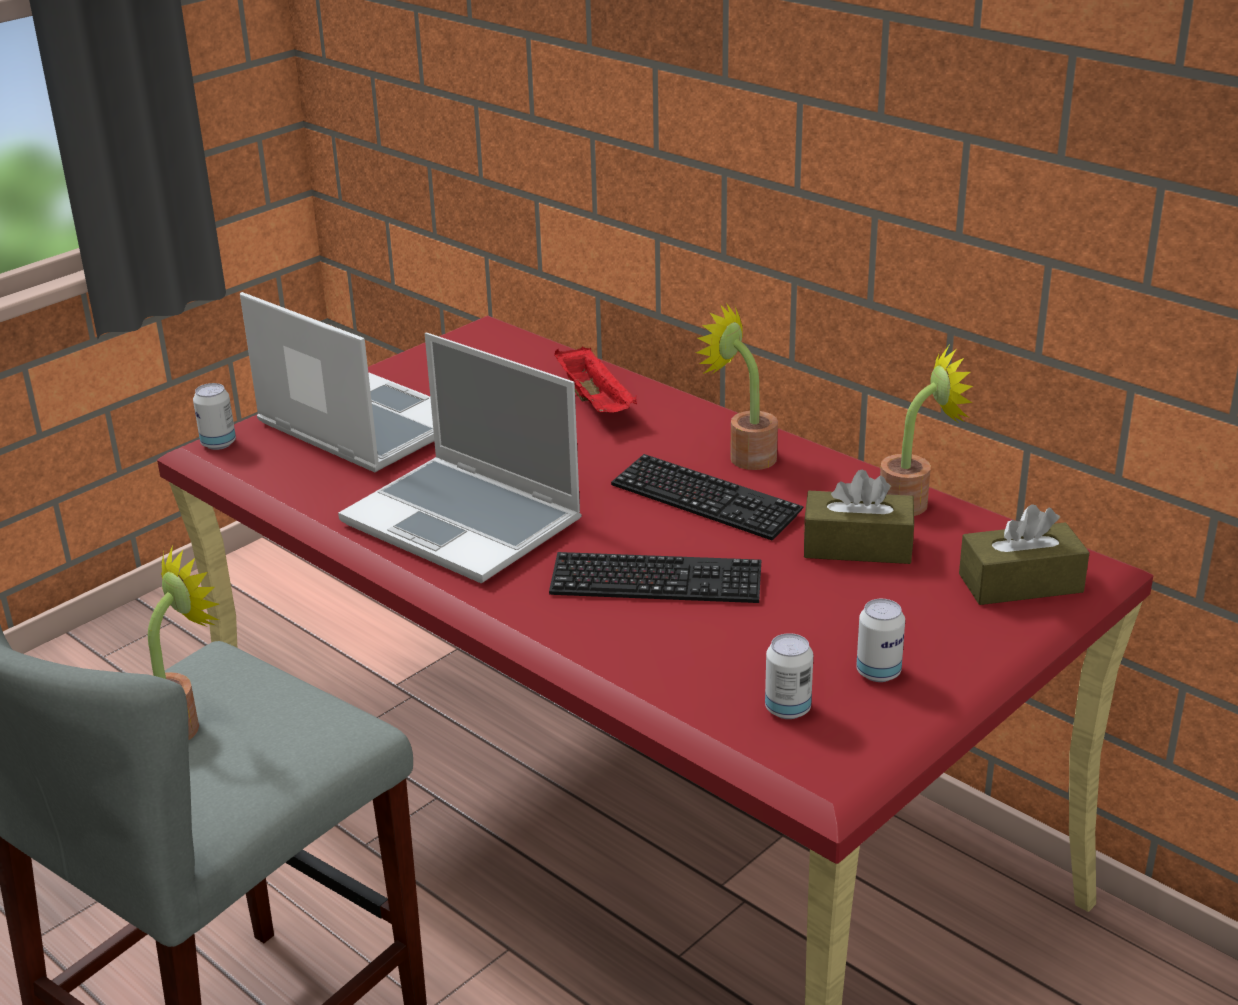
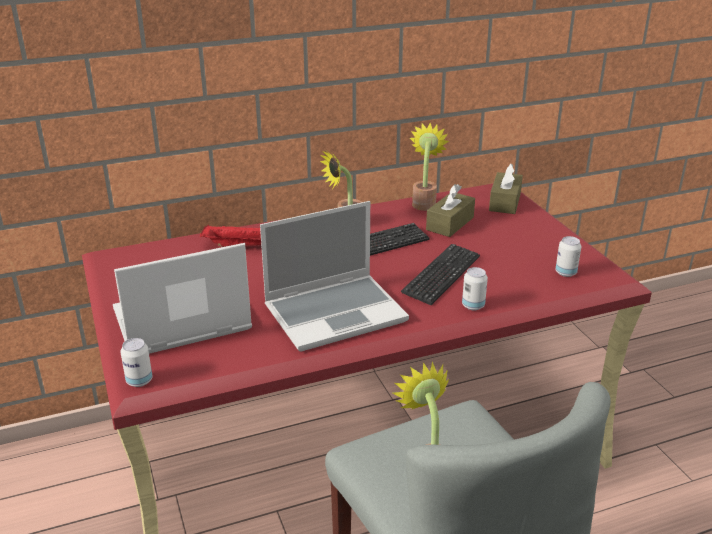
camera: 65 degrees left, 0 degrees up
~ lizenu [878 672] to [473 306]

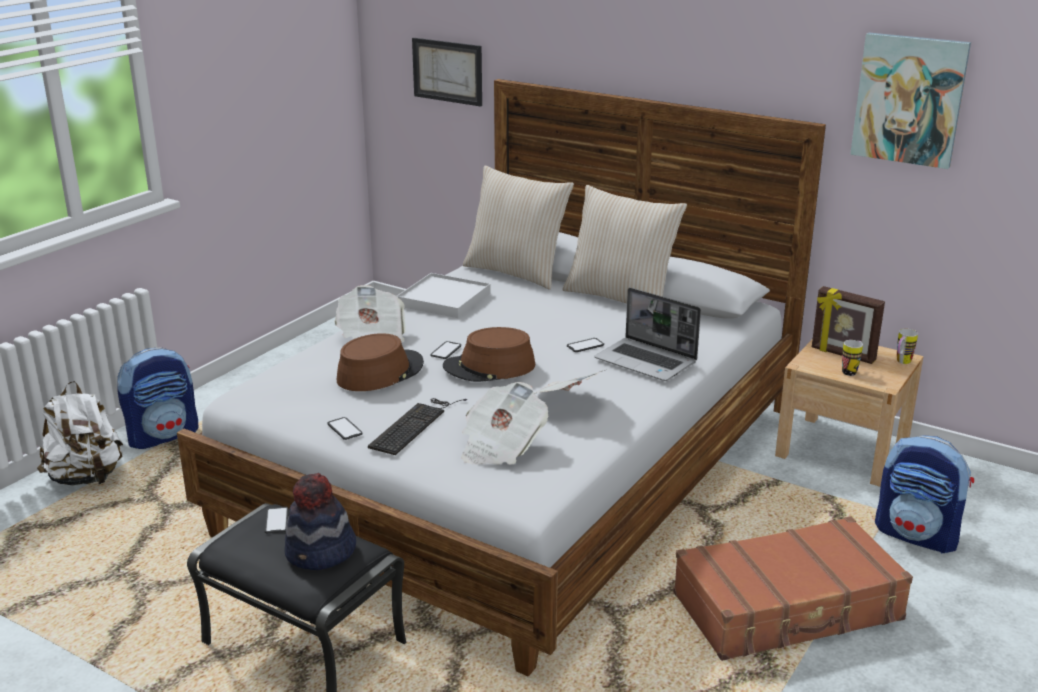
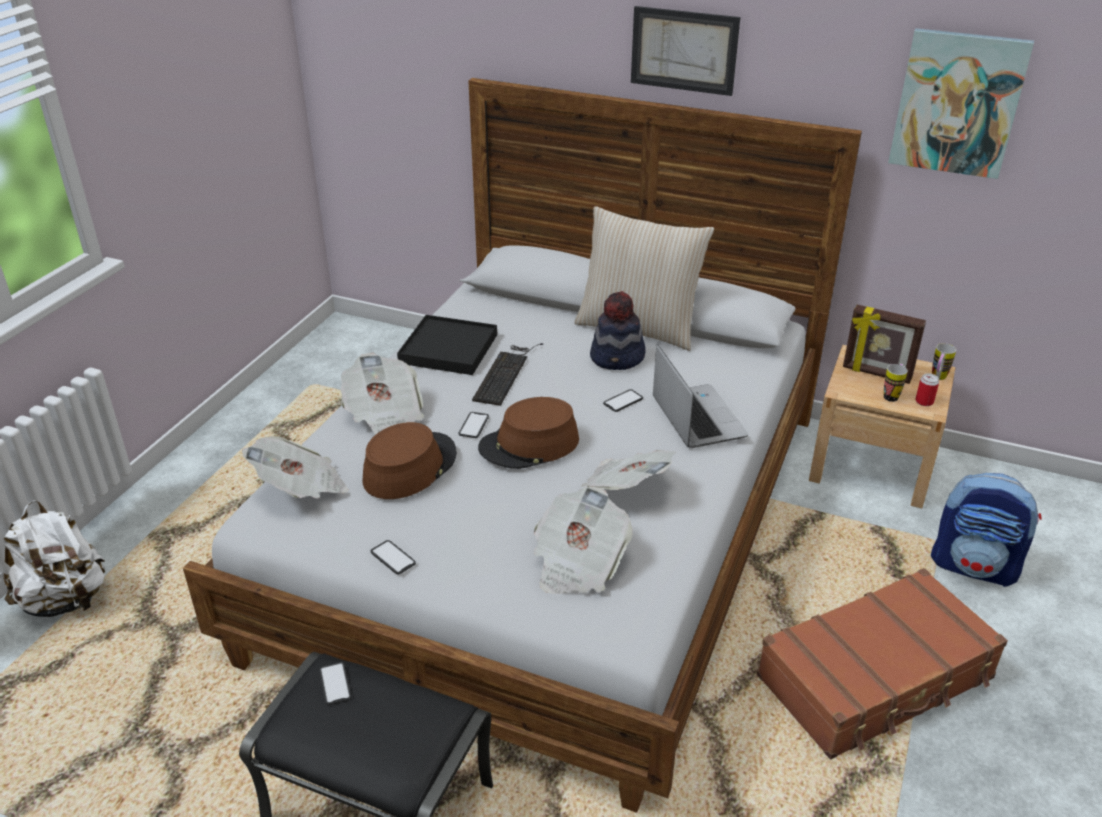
camera: 10 degrees left, 10 degrees up
- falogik [163 436]
~ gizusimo [321 553] to [618 357]
~ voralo [415 424] to [505 373]
~ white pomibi [444 299] to black pomibi [448 349]
~ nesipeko [447 71] to [684 50]
- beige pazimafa [516 272]
~ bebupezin [647 361] = [696 417] 135 degrees counterclockwise
+ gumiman [301 488]
+ lizenu [924 402]

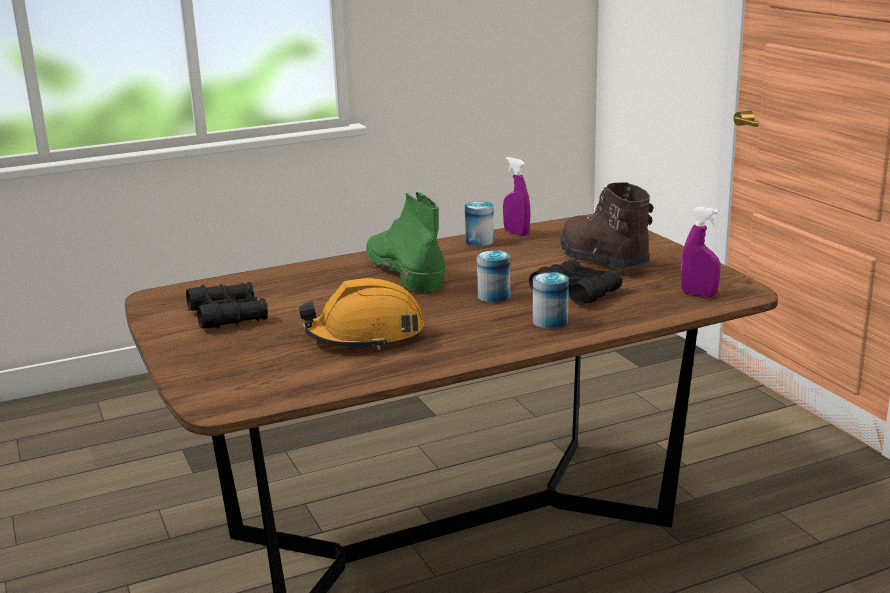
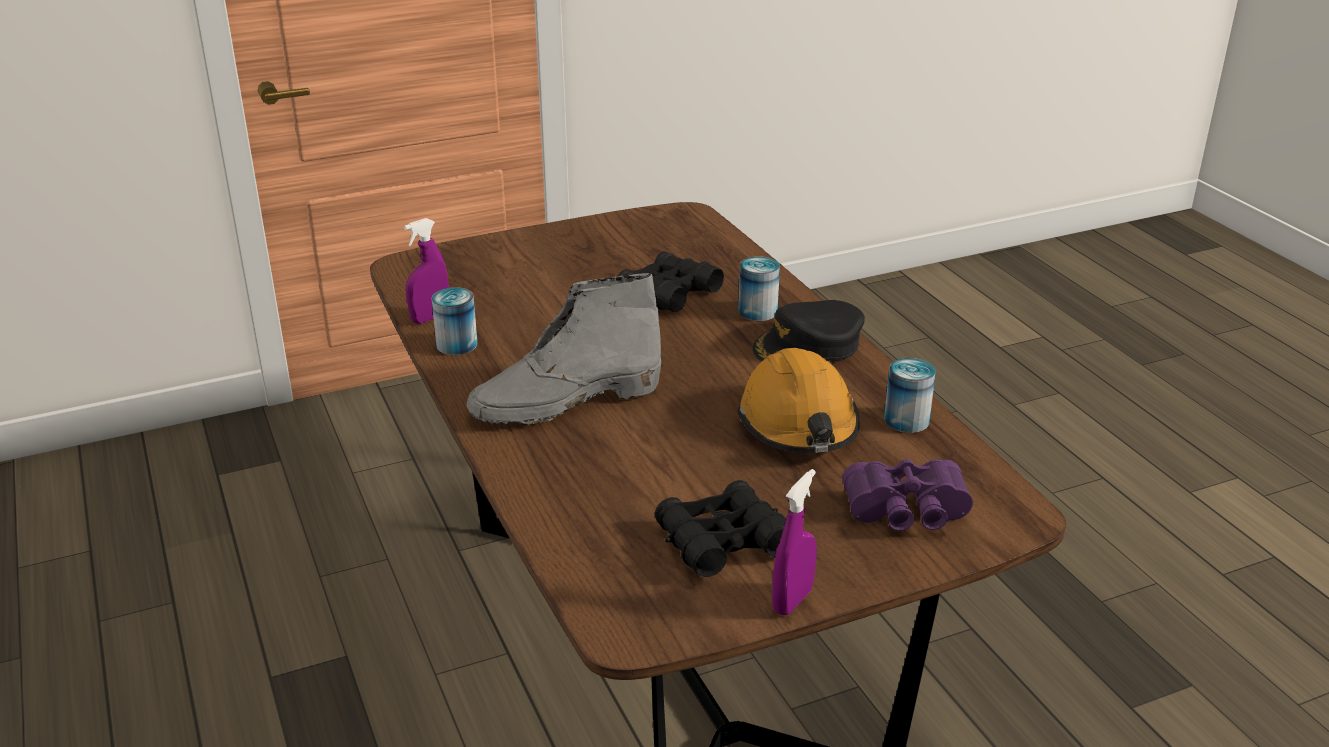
camera: 90 degrees left, 10 degrees up
~ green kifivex [403 271] to grey kifivex [564 401]
~ lizenu [493 296] to [906 420]
- brown kifivex [602 259]
~ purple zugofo [698 294] to [792 600]
+ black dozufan [809 345]
+ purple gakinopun [907 513]

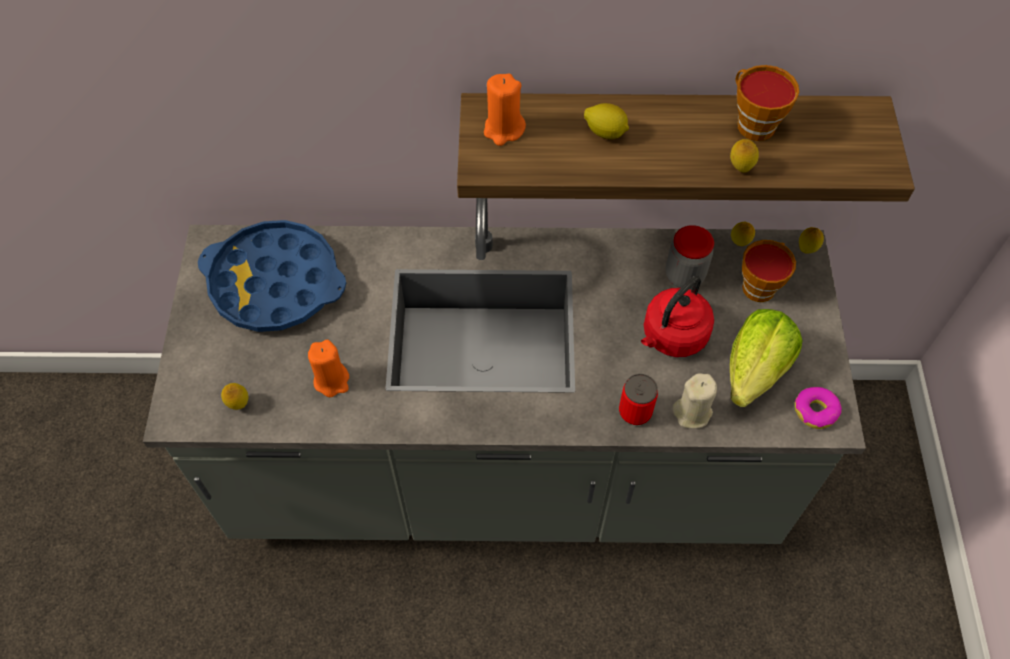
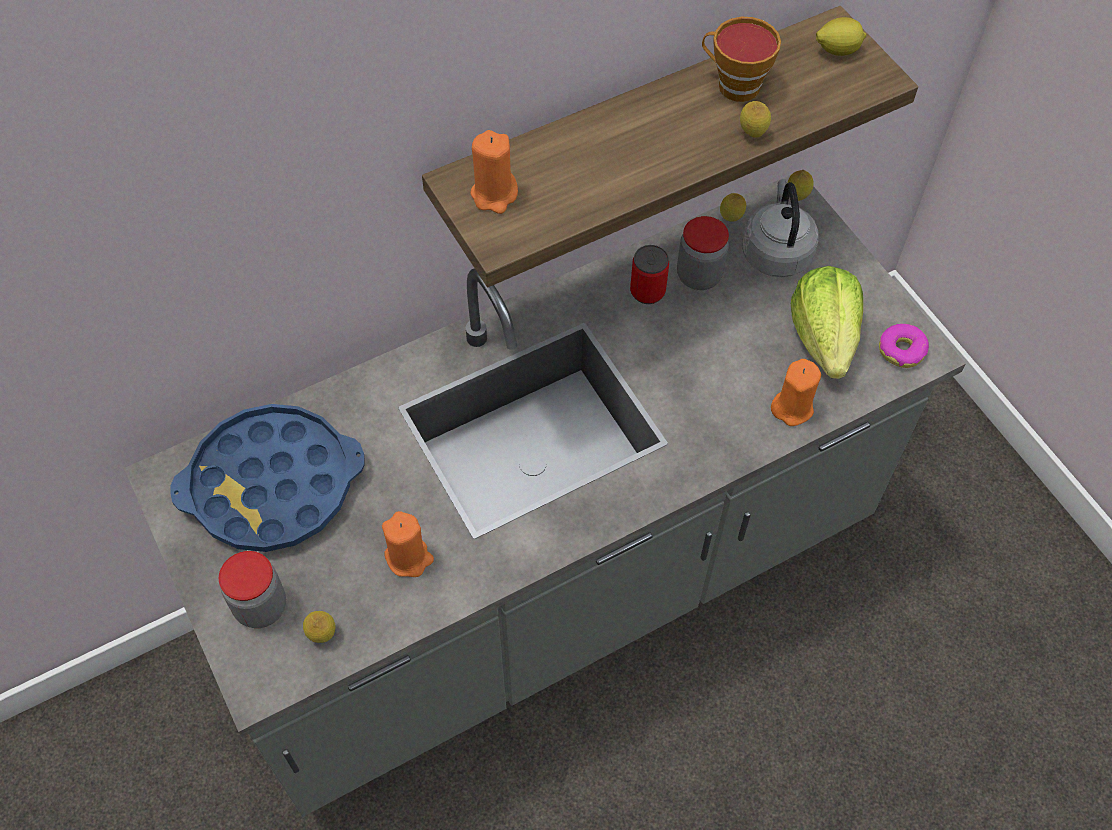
camera: 30 degrees left, 0 degrees up
~ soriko [605 132] to [837 50]
~ lizenu [635 411] to [647 291]
- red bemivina [672 337]
~ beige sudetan [692 412] to orange sudetan [792 407]
~ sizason [760 285] to grey bemivina [776 251]
+ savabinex [261 607]

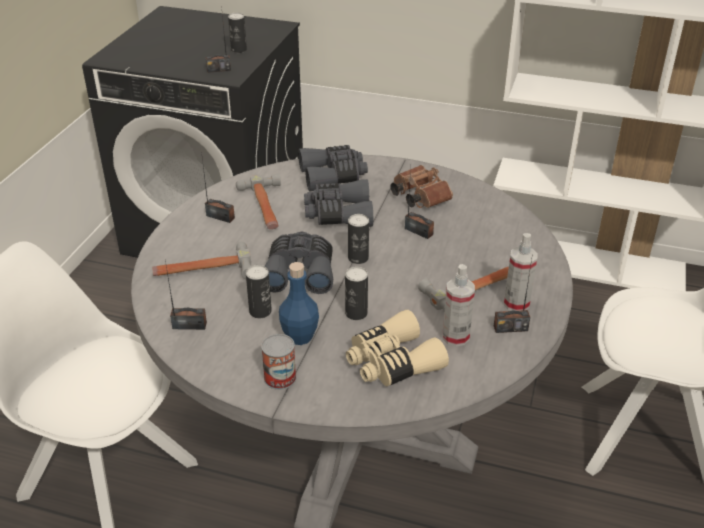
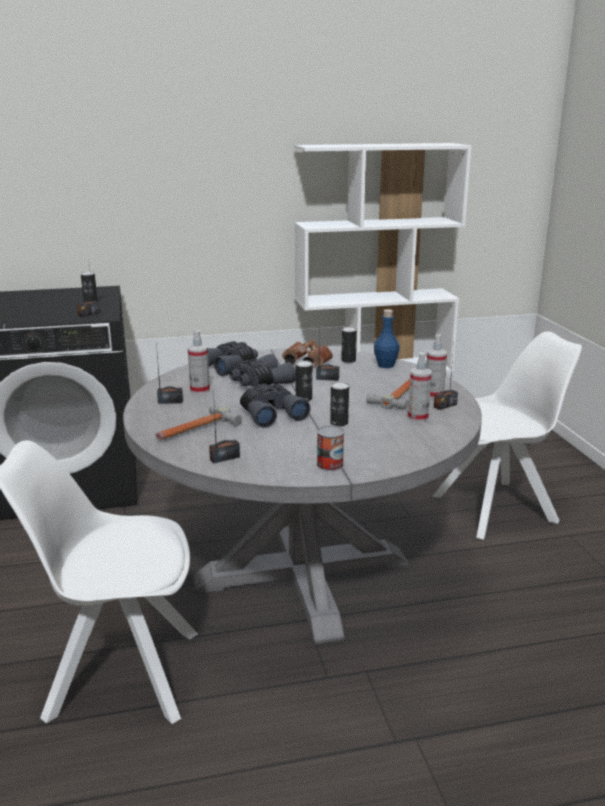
camera: 30 degrees left, 15 degrees down
~ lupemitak [265 207] to zugofo [200 390]
~ lizenu [260 311] to [348 360]
~ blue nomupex [299 336] to [385 365]
- beige gakinopun [392 362]

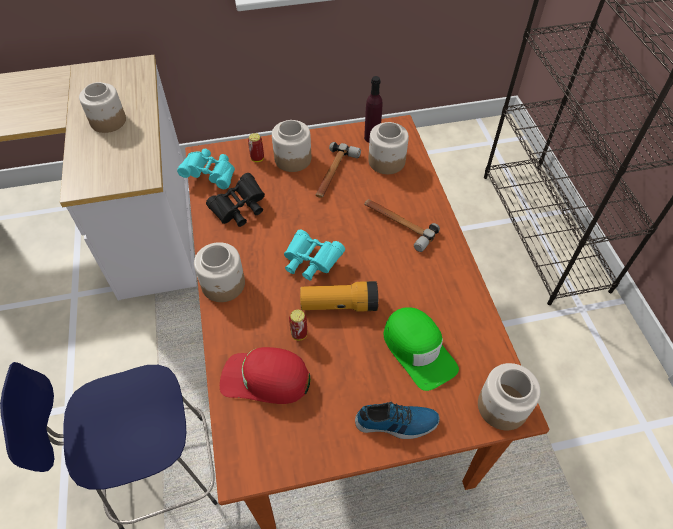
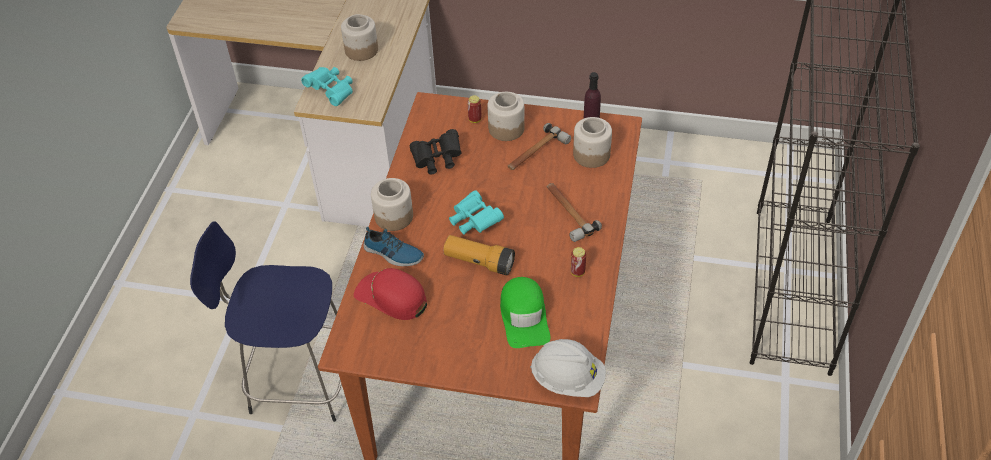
camera: 25 degrees right, 5 degrees down
~ turquoise gakinopun [211 175] to [332 91]
~ lizenu [299 334] to [577 272]
~ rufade [396 423] to [393 254]
~ savabinex [501 406] to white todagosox [568 379]

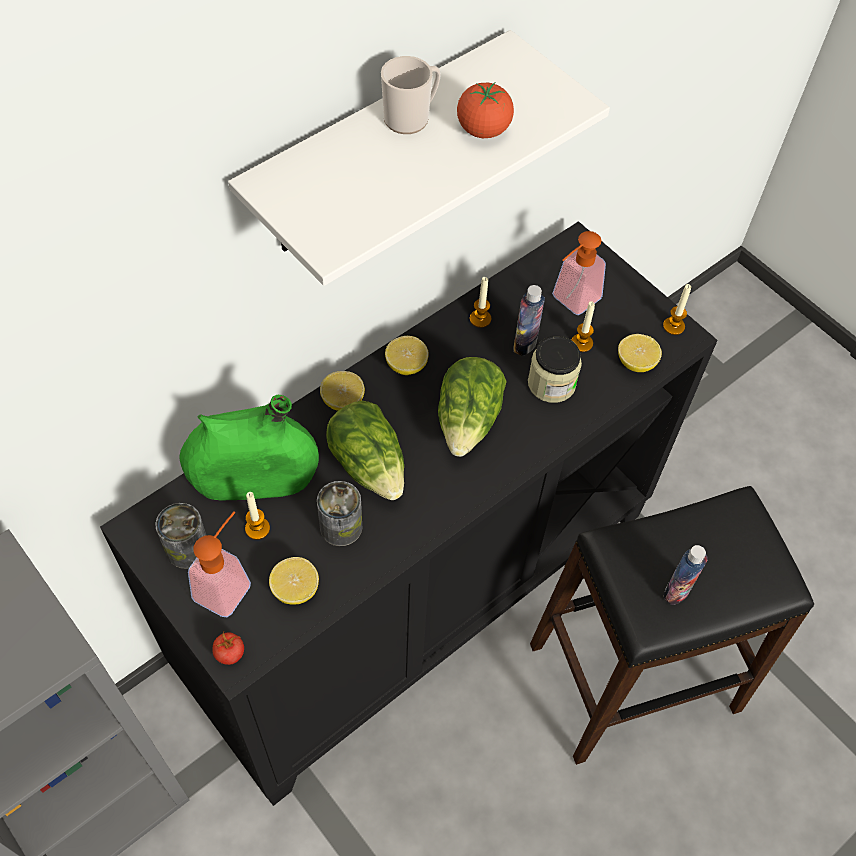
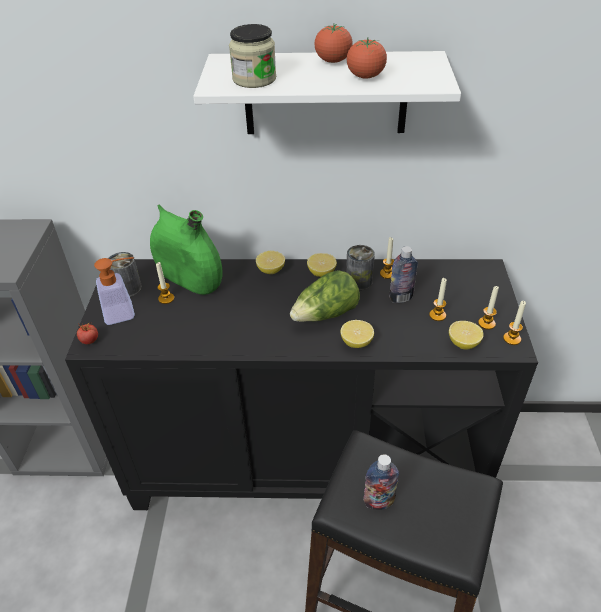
camera: 45 degrees right, 15 degrees down
~ soriko [295 589] to [356 342]
~ lizenu [341 527] to [359 281]
- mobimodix [370 464]
~ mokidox [411 117] to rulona [333 61]
~ savabinex [551 383] to [254 79]
- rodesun [570 302]
+ sudetan [486 323]

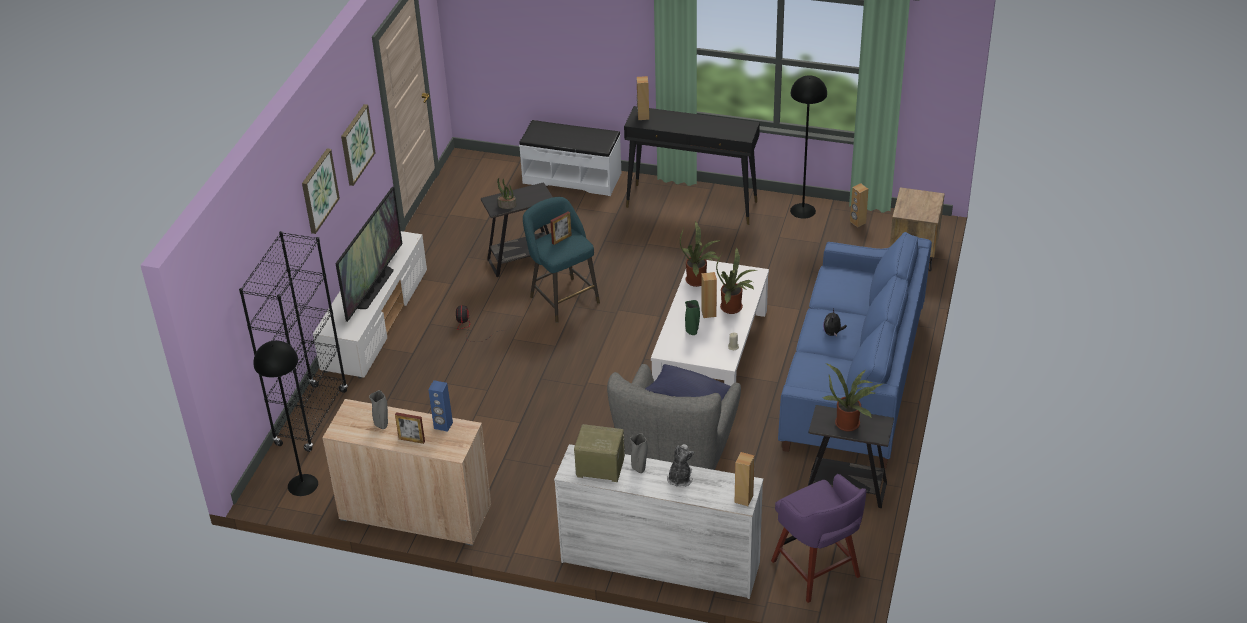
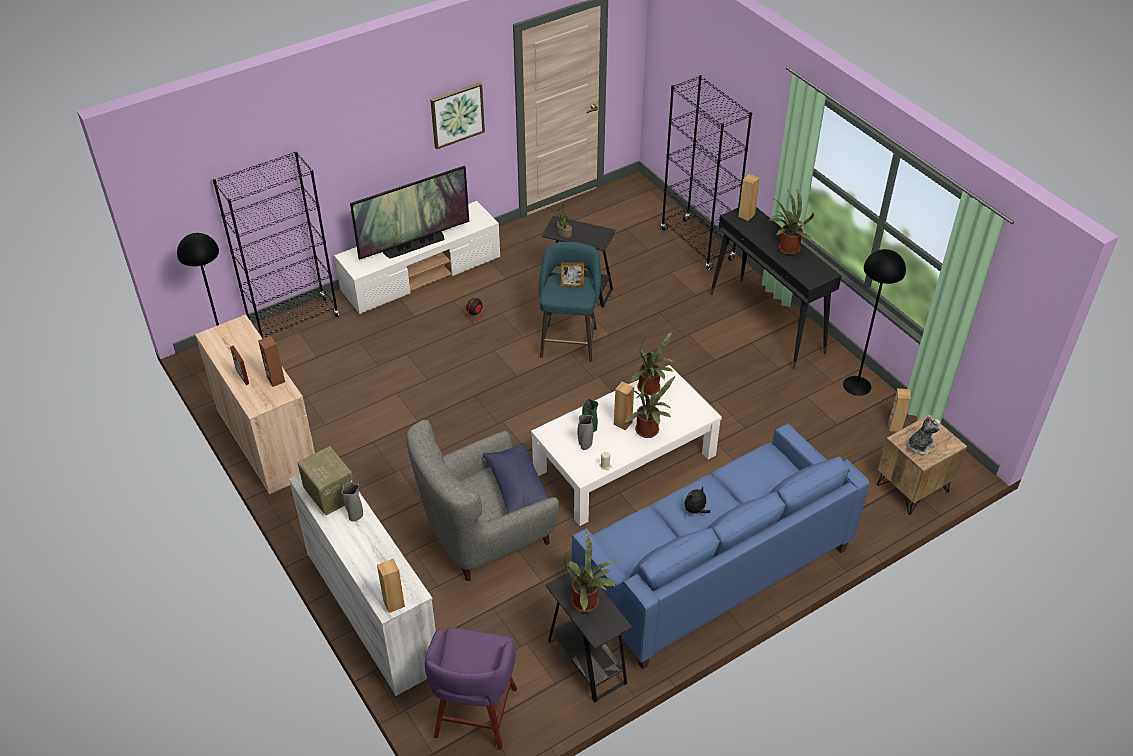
camera: 40 degrees right, 5 degrees up
- nesipeko [319 190]
~ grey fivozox [382 425] to [585 445]
~ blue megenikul [443 425] to brown megenikul [276 380]
~ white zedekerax [572 177] to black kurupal [697 245]
~ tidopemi [679 478] to [920 445]
+ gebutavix [786 249]

